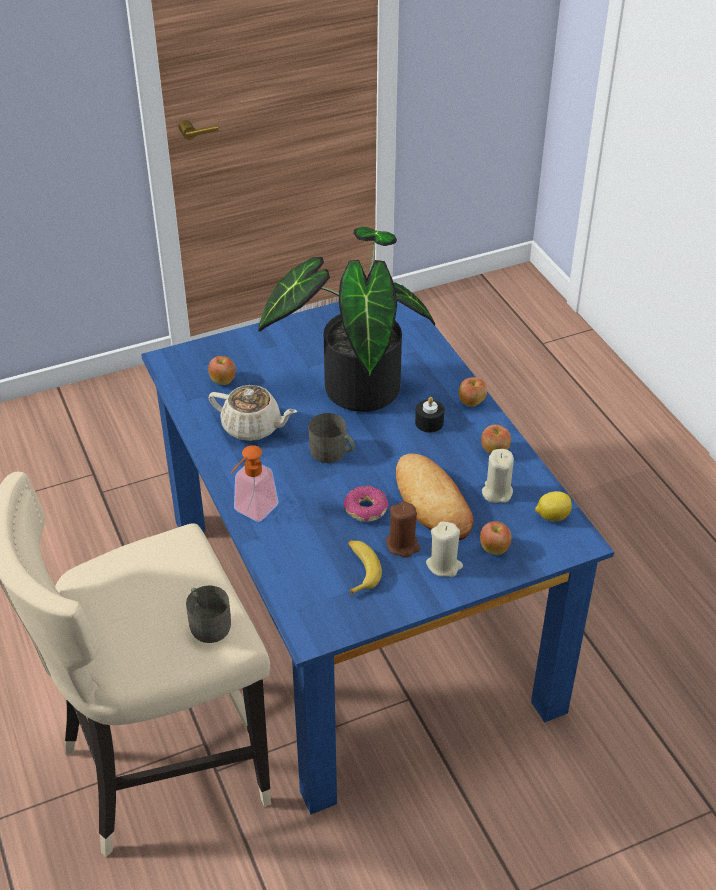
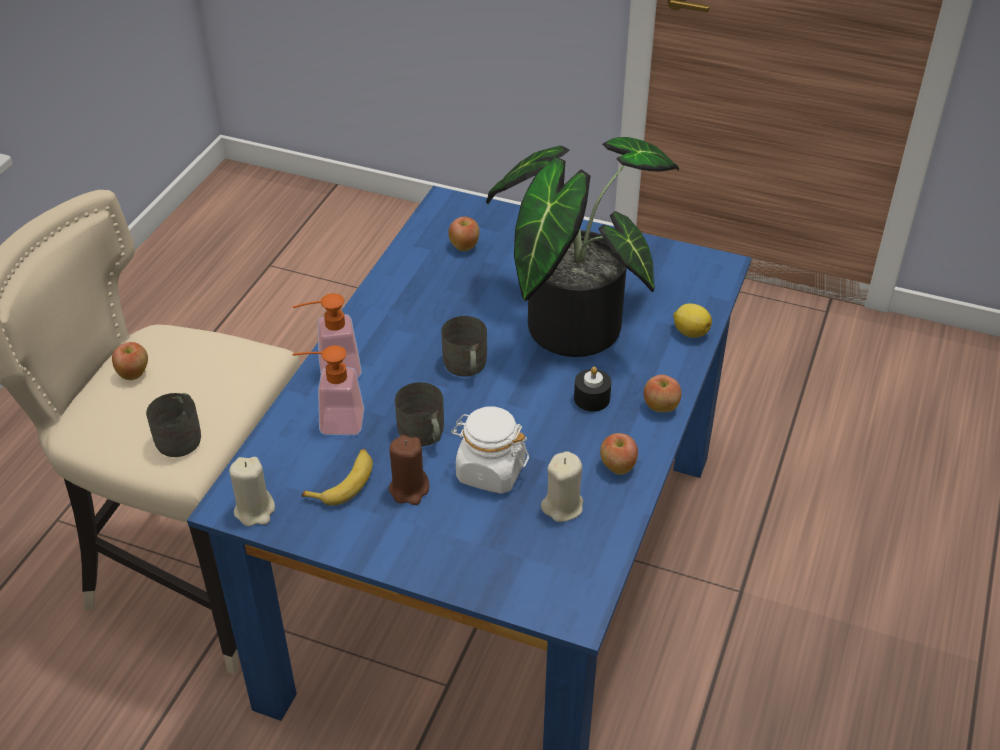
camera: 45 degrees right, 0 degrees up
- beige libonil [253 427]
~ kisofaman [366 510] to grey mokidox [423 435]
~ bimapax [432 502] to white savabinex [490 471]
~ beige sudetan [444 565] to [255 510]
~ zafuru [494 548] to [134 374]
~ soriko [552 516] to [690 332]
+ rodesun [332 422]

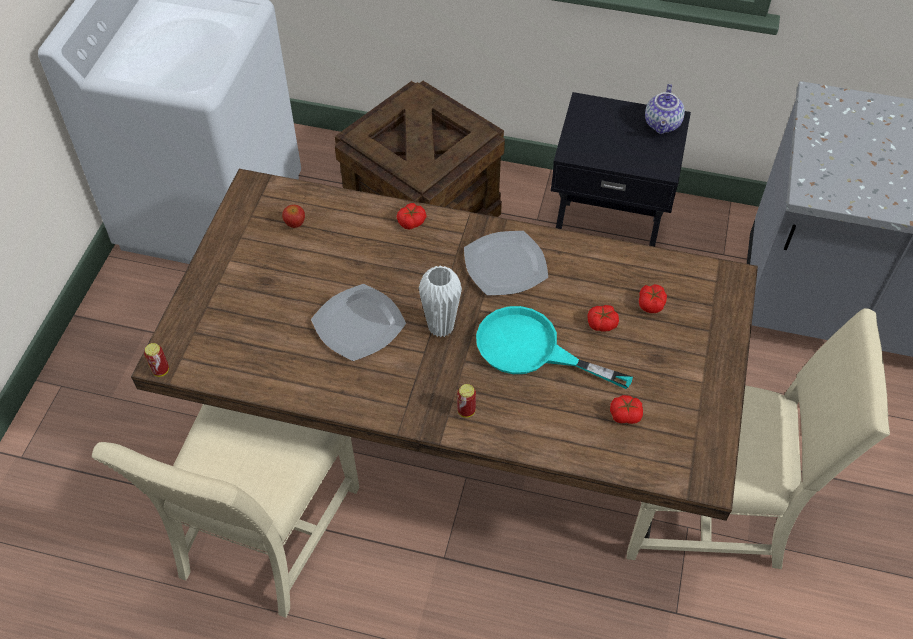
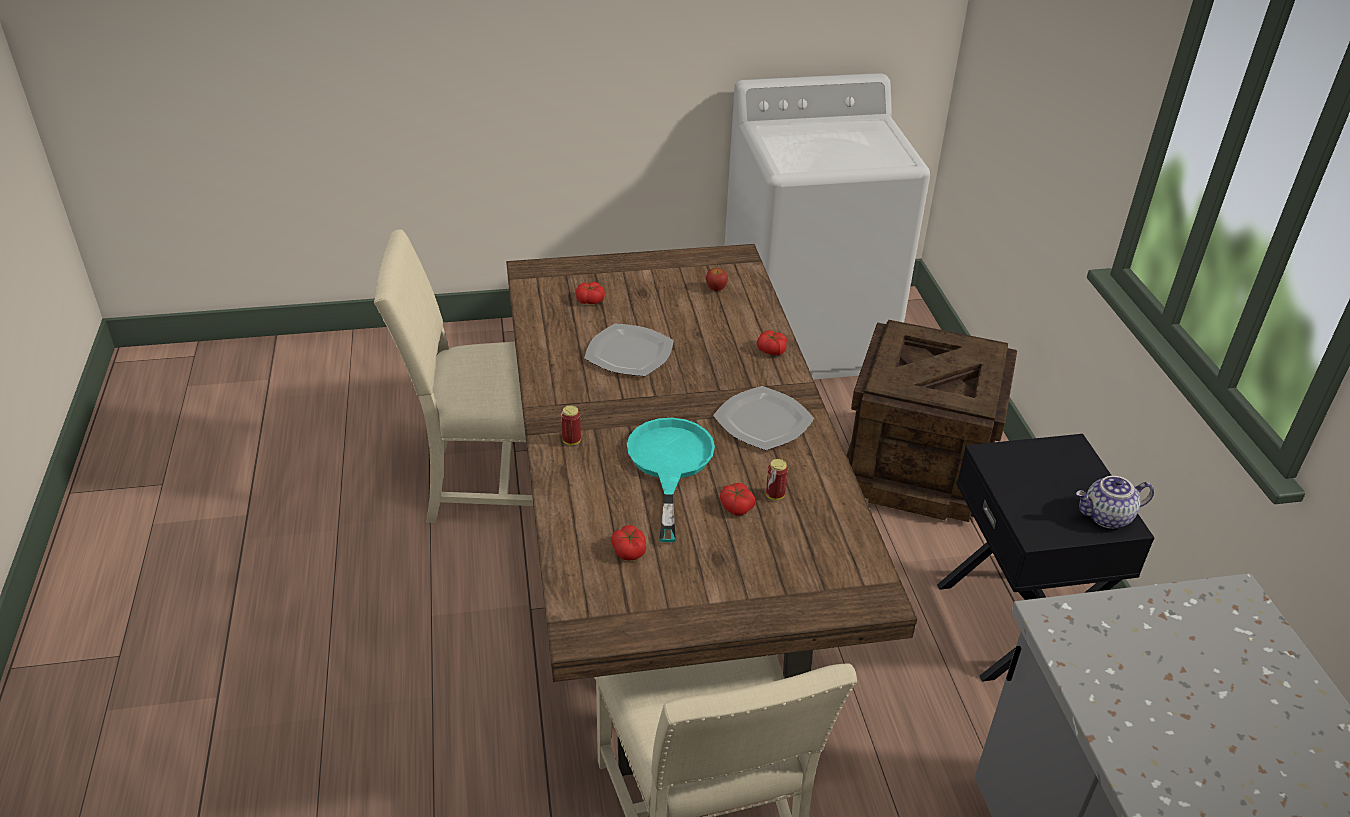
camera: 65 degrees right, 15 degrees down
~ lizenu [161 370] to [775 495]
- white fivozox [441 327]
~ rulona [651 304] to [590 300]

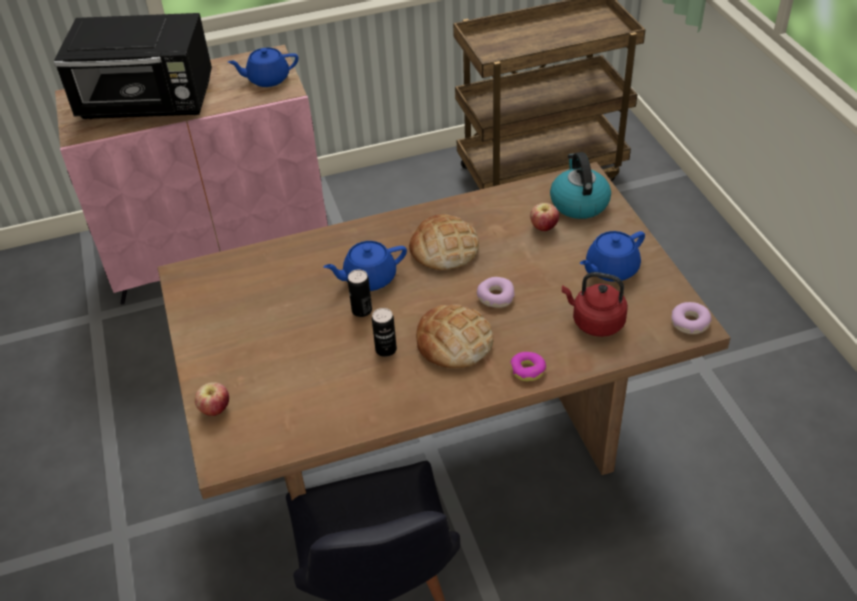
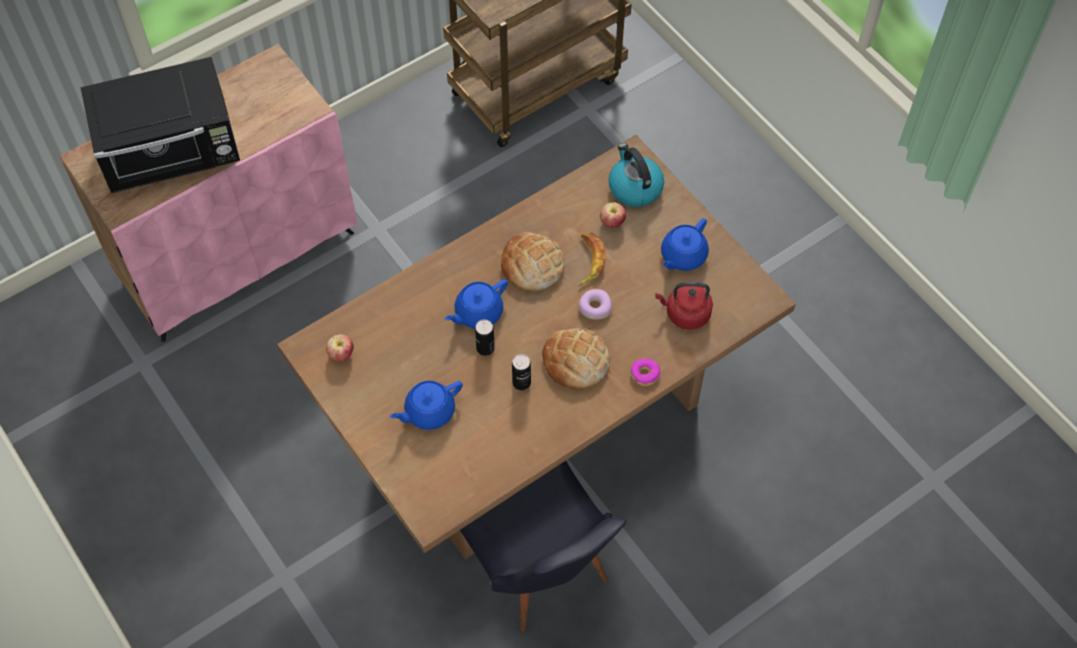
camera: 20 degrees left, 15 degrees up
~ zafuru [215 410] to [341 355]
~ blue libonil [267 79] to [428 411]
- kisofaman [690 323]
+ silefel [588 261]

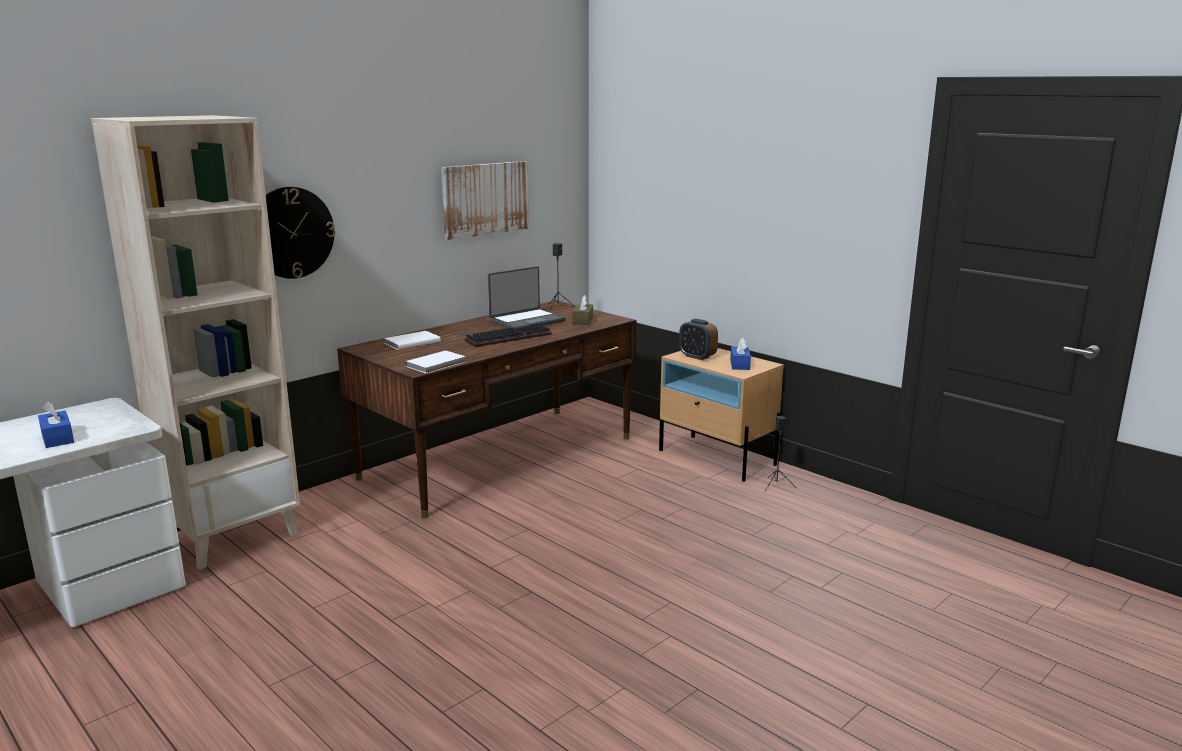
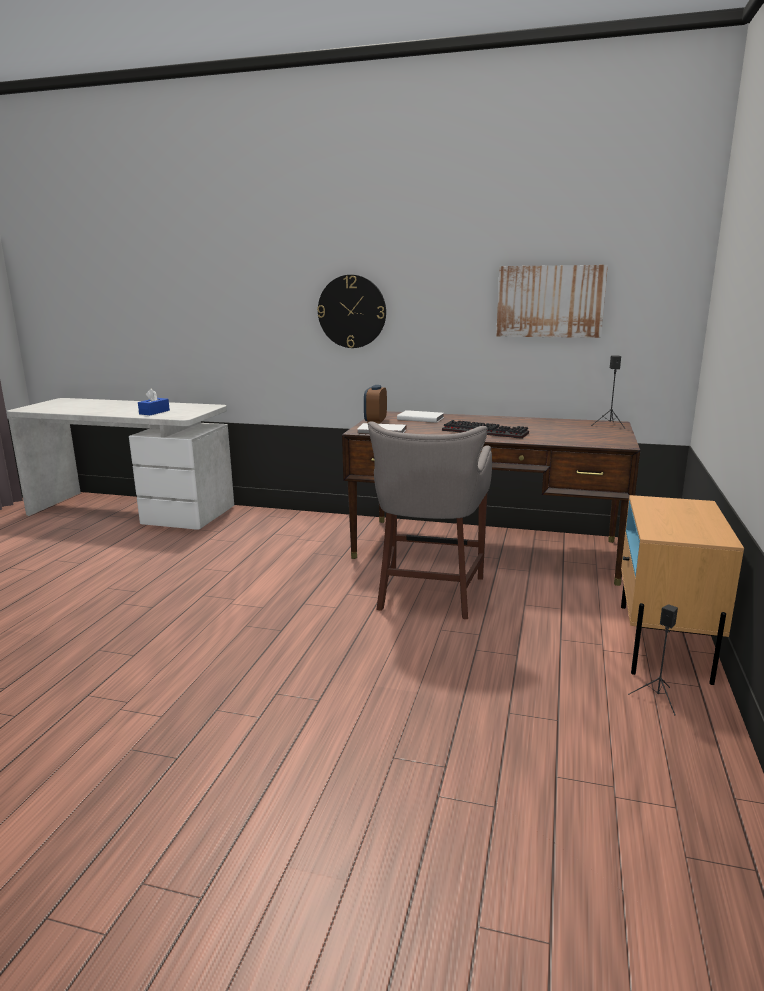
camera: 60 degrees right, 0 degrees up
- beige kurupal [233 536]
- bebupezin [526 321]
- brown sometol [583 320]
~ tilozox [697 357] to [375 421]
- blue sometol [739 364]
+ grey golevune [428 594]

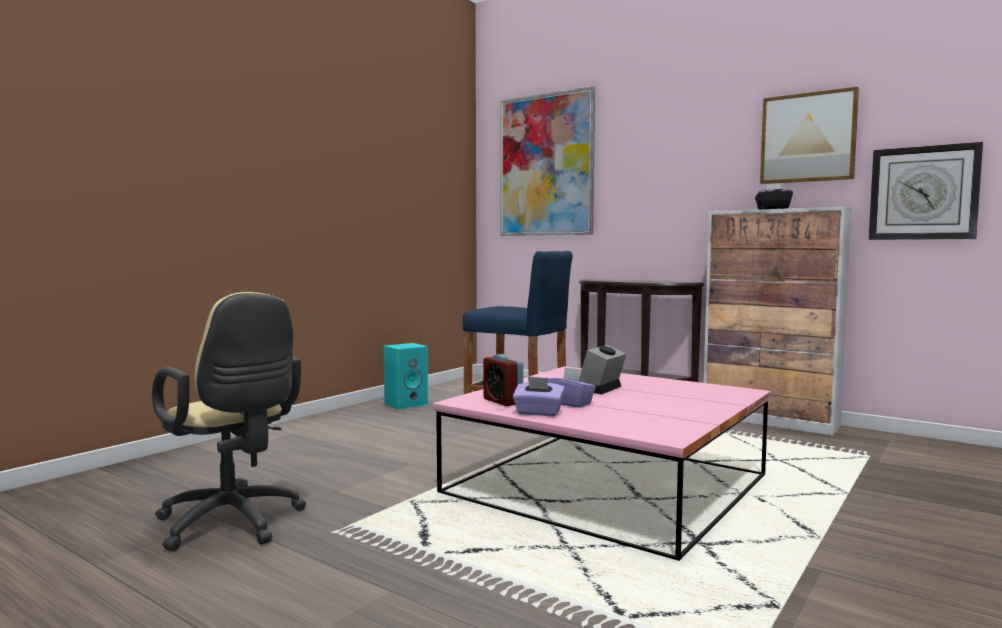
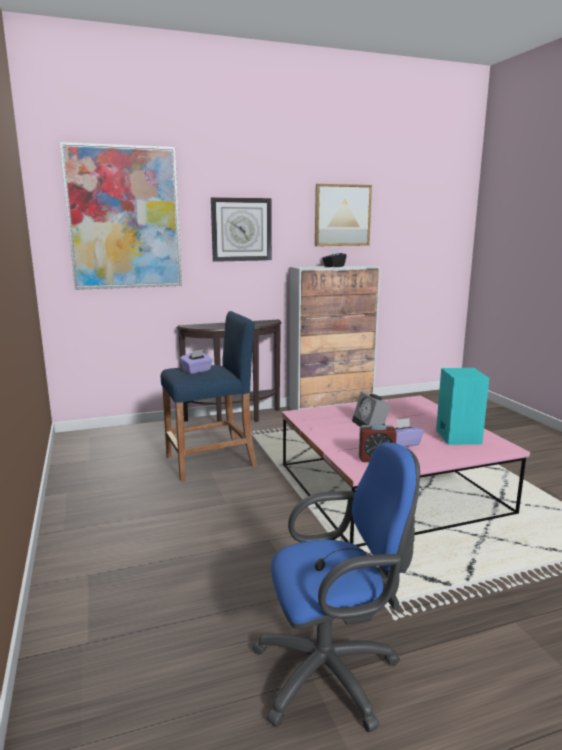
camera: 55 degrees left, 10 degrees up
~ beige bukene [233 524] to blue bukene [333 673]
~ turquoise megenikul [406 404] to [457 436]
~ purple sometol [538 413] to [197 371]
~ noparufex [923 193] to [241 229]

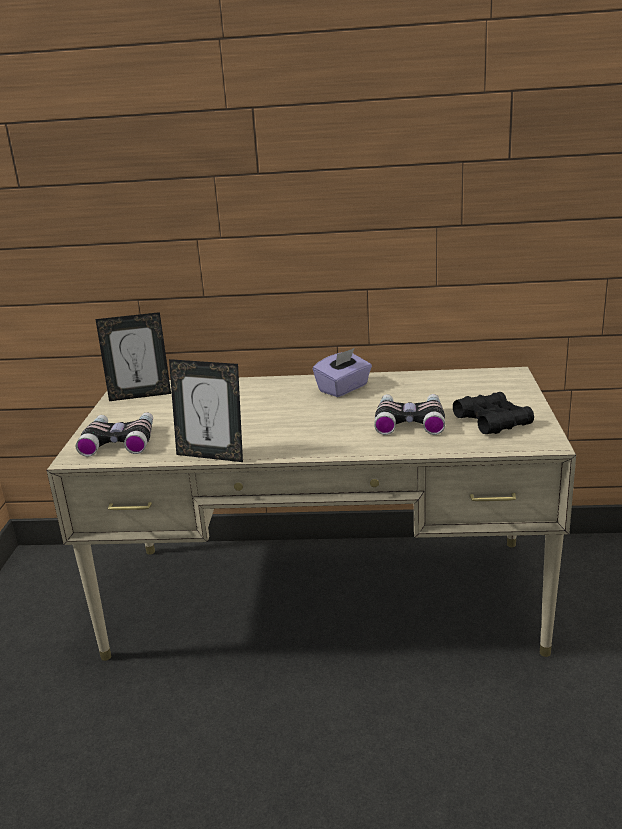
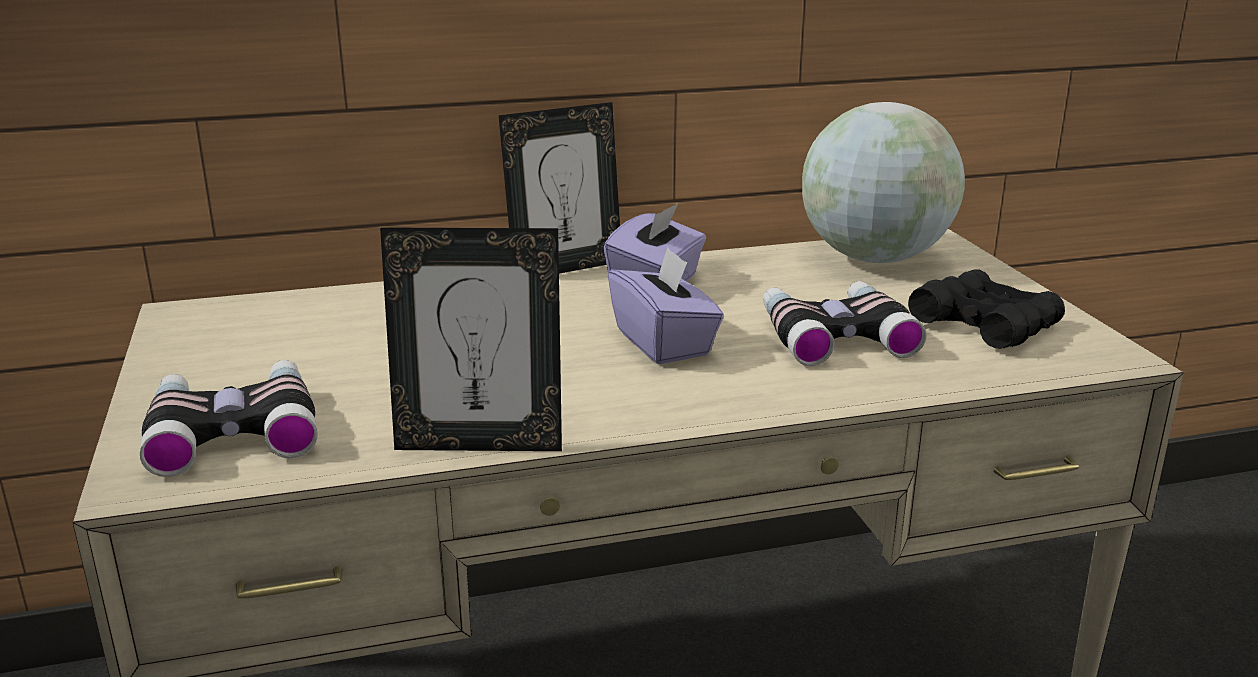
camera: 20 degrees left, 0 degrees up
~ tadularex [140 395] to [565 268]
+ purple sometol [664 342]
+ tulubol [875 258]

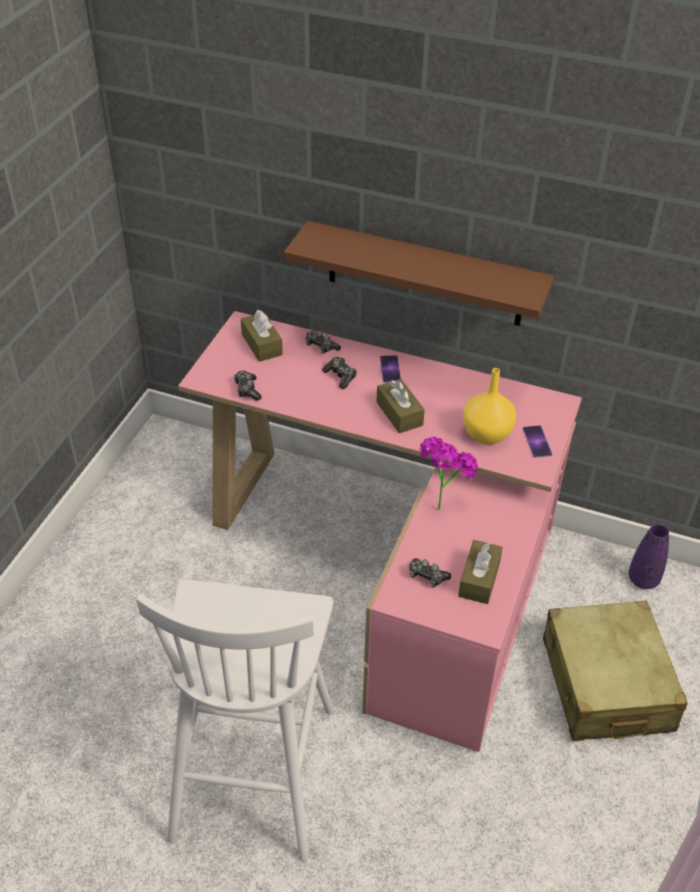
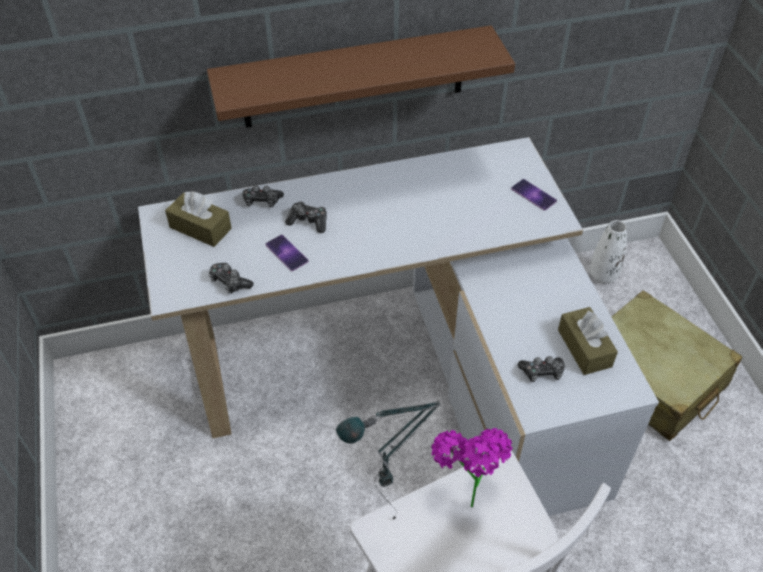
camera: 35 degrees left, 5 degrees up
~ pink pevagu [393 564] to white pevagu [407 376]
- brown sometol [399 414]
~ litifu [390 369] to [286 253]
~ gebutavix [441 501] to [465 493]
- yellow fivozox [487 435]
~ purple fivozox [643 580] to white fivozox [603 275]
+ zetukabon [388 534]

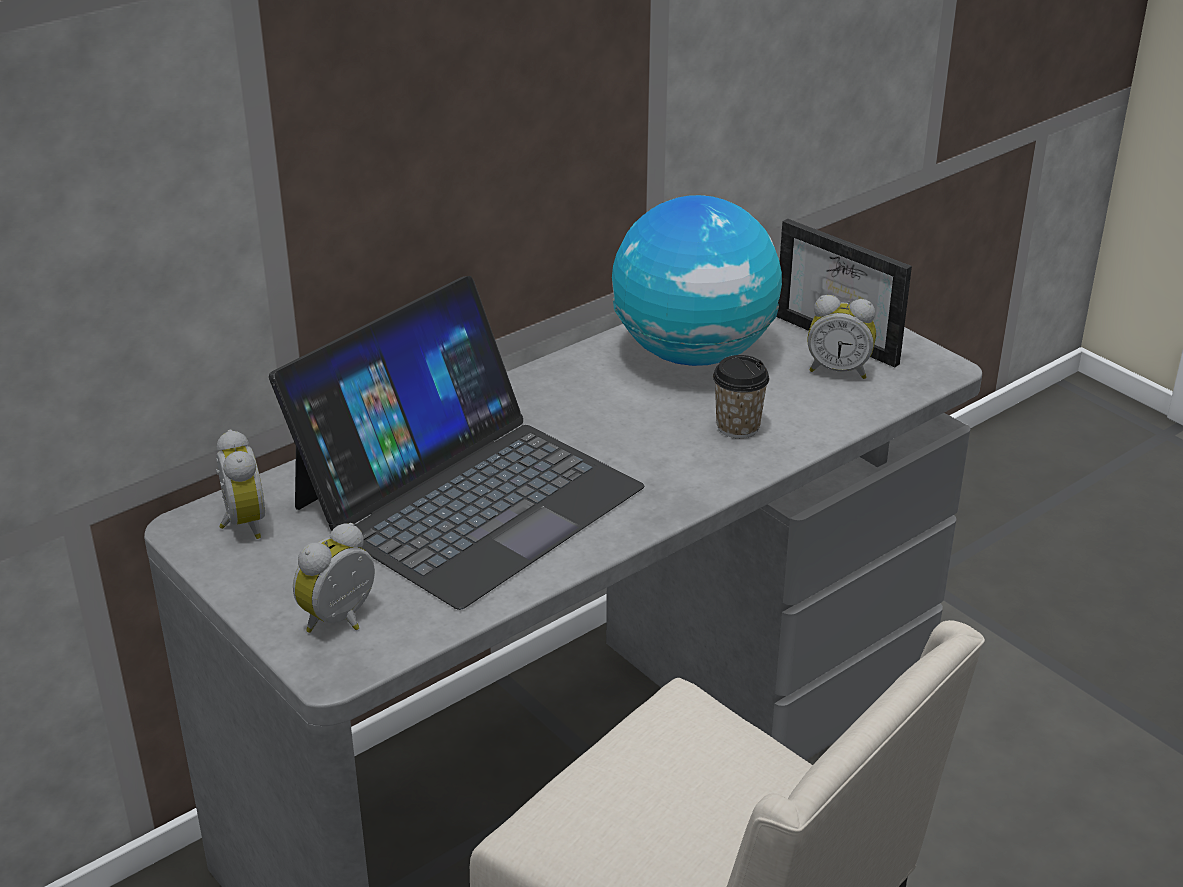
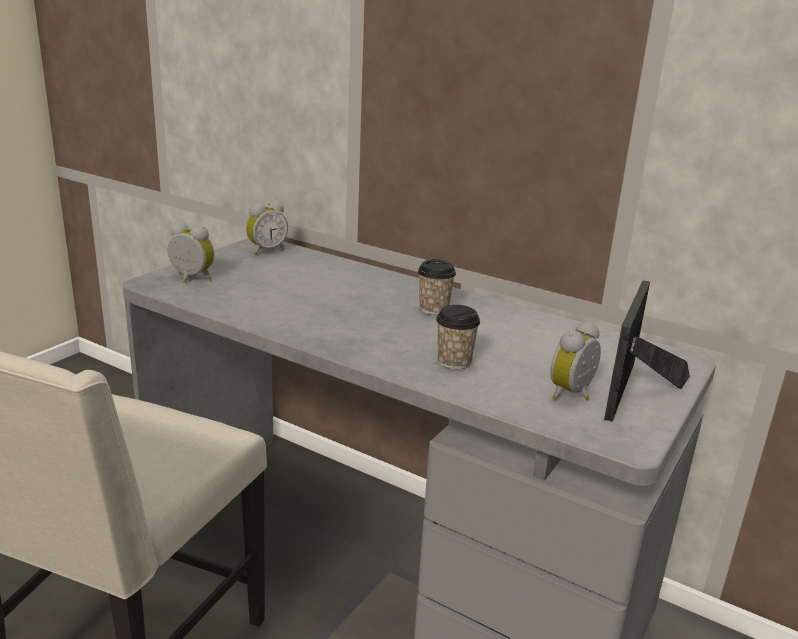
camera: 70 degrees right, 10 degrees down
- bebupezin [466 496]
- tulubol [693 353]
~ tilozox [839 370] = [574 395] 45 degrees clockwise
+ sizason [434 309]

